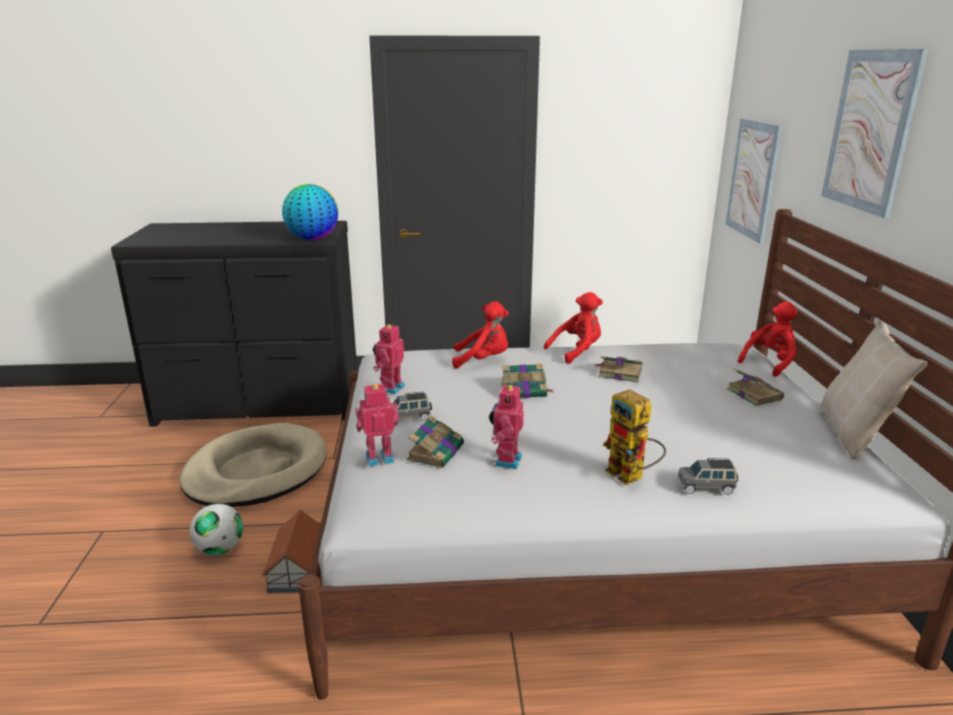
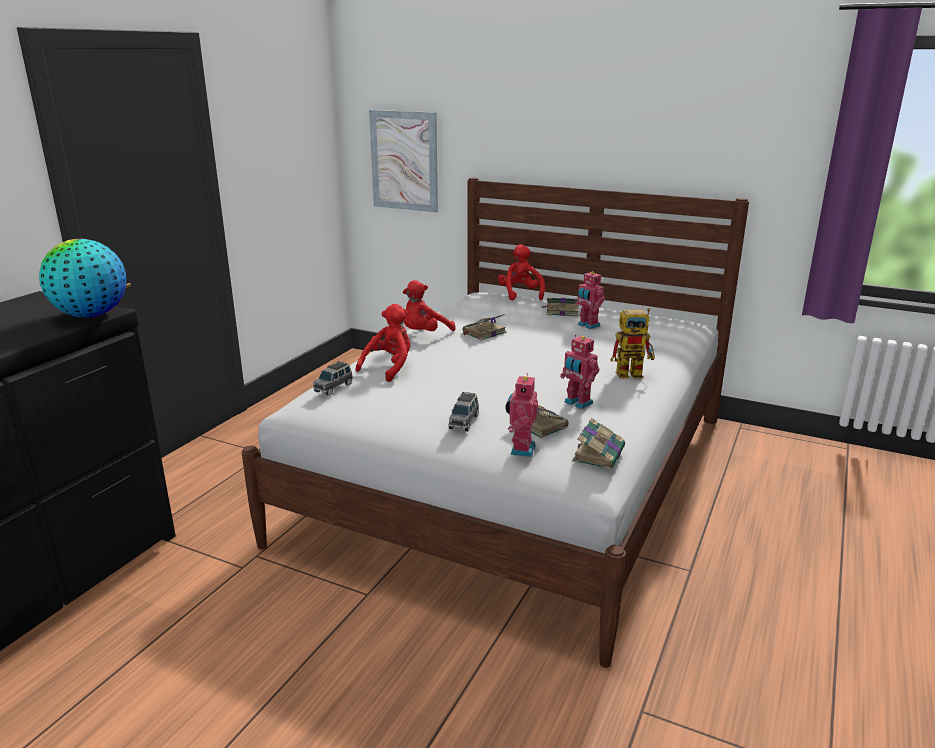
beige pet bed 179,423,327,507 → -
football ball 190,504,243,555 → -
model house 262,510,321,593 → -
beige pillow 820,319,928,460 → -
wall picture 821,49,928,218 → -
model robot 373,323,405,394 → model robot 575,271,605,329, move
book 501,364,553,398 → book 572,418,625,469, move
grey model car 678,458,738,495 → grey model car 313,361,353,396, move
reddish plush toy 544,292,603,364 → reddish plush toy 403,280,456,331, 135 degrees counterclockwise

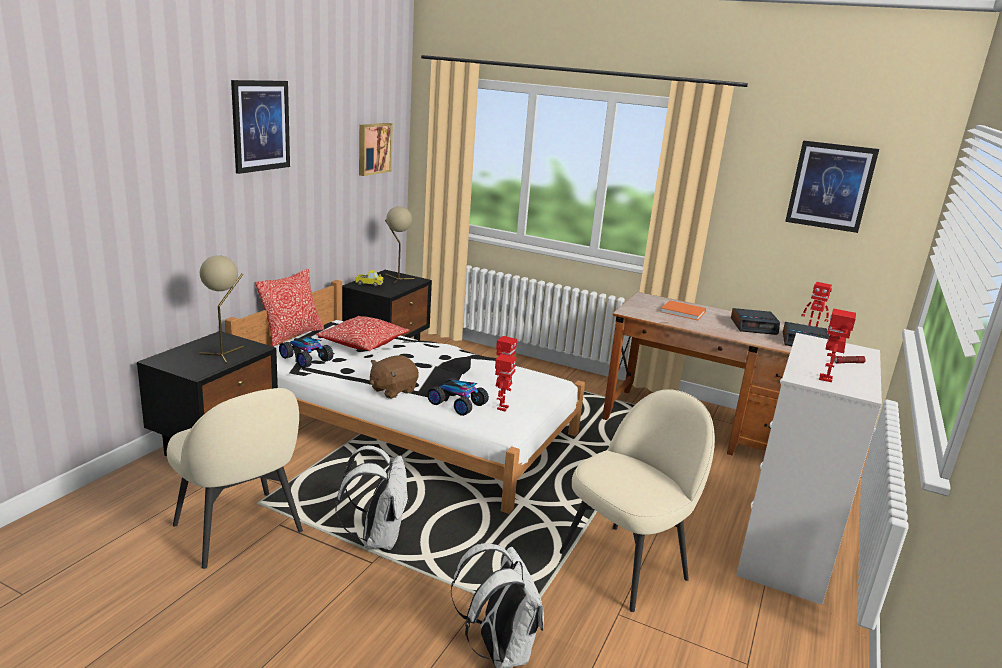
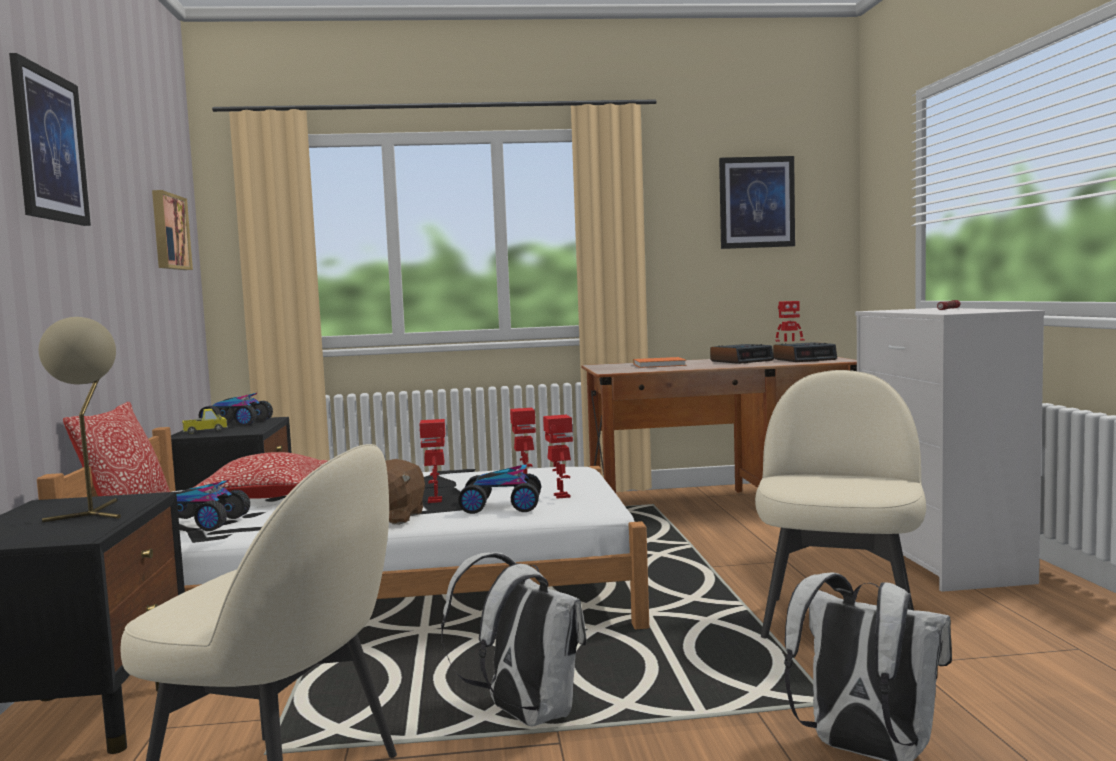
model robot 819,308,856,382 → model robot 419,419,445,503, move
beige table lamp 385,206,414,284 → model car 199,393,273,426

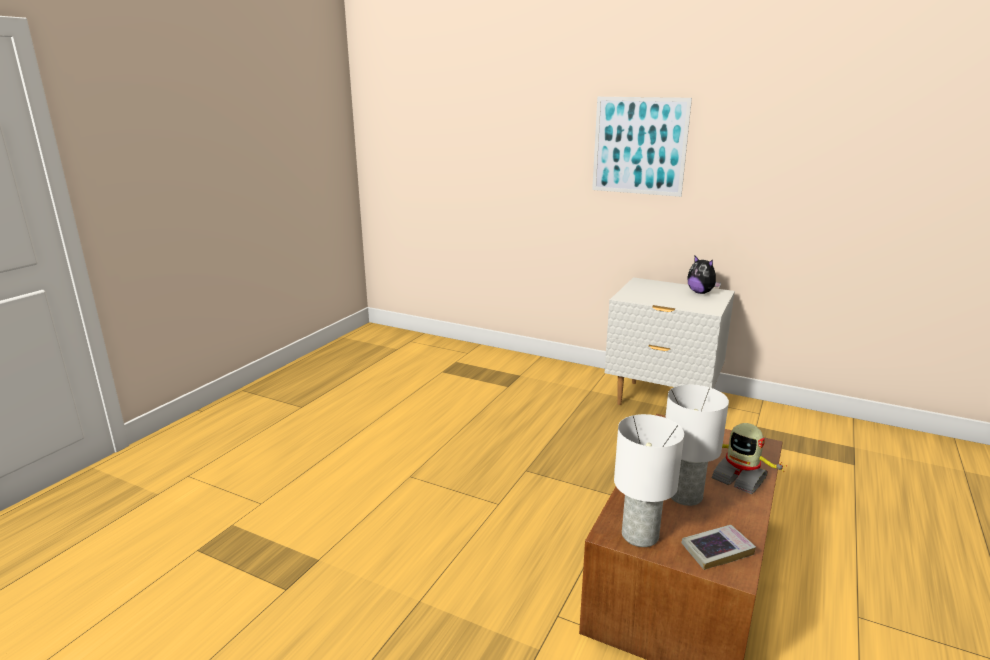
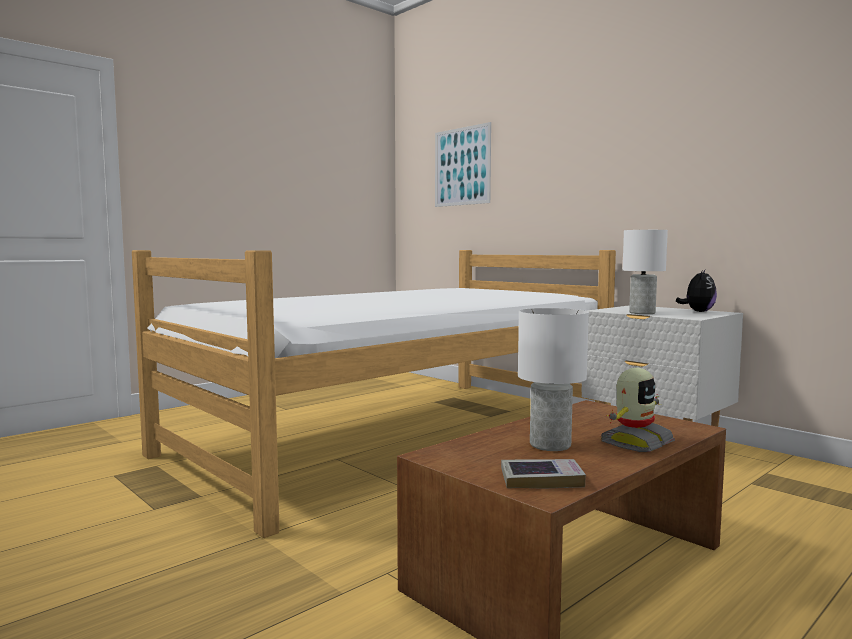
- → sleeping bed 132,250,616,538
wall picture 592,97,692,197 → wall picture 435,122,491,207, move
whitish table lamp 614,414,684,547 → whitish table lamp 623,230,668,314, move
plush toy 687,256,721,294 → plush toy 676,270,717,312, 135 degrees counterclockwise
model robot 712,423,787,494 → model robot 600,368,675,452, 105 degrees counterclockwise

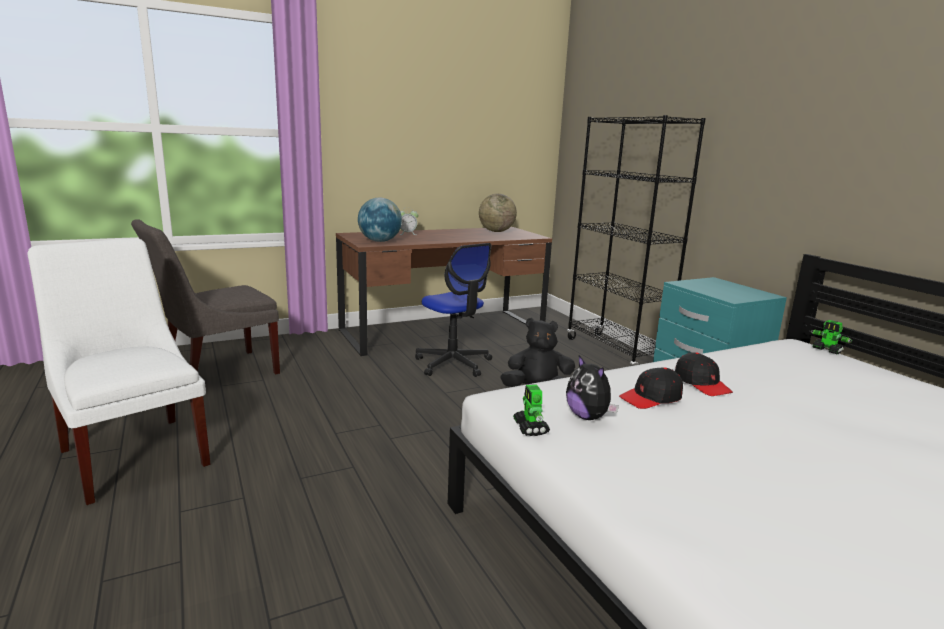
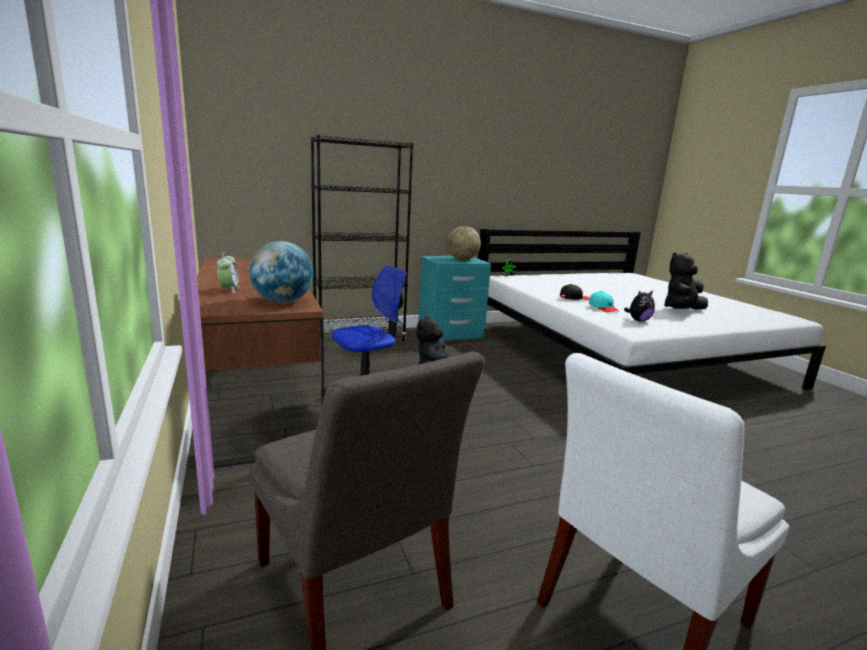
model robot 513,384,550,436 → -
- → black plush toy 664,252,708,310
desk globe 479,194,517,232 → desk globe 447,226,481,260, move
black baseball cap 619,367,683,409 → turquoise-coloured baseball cap 589,291,620,312

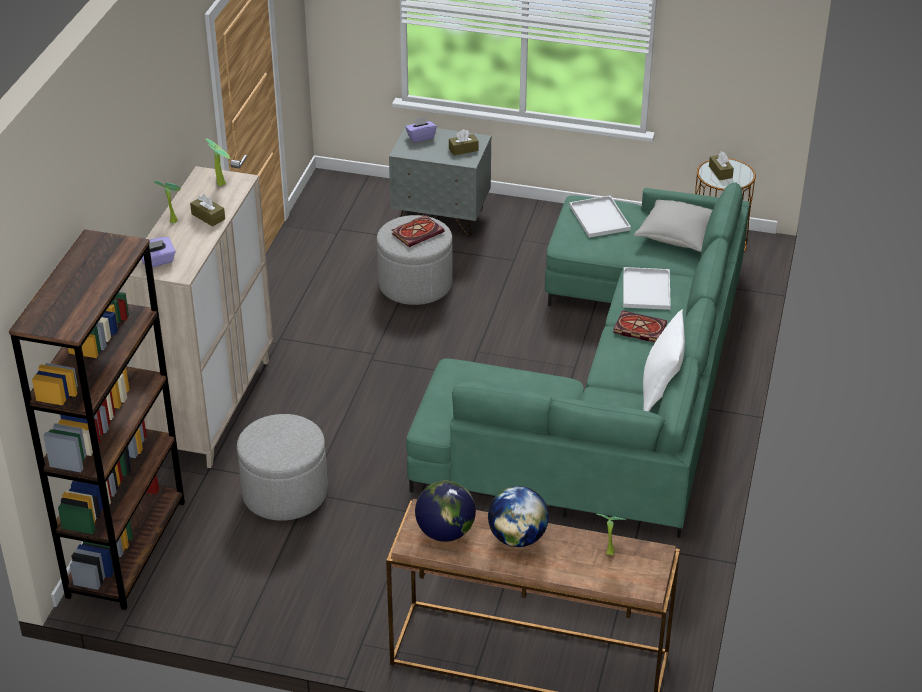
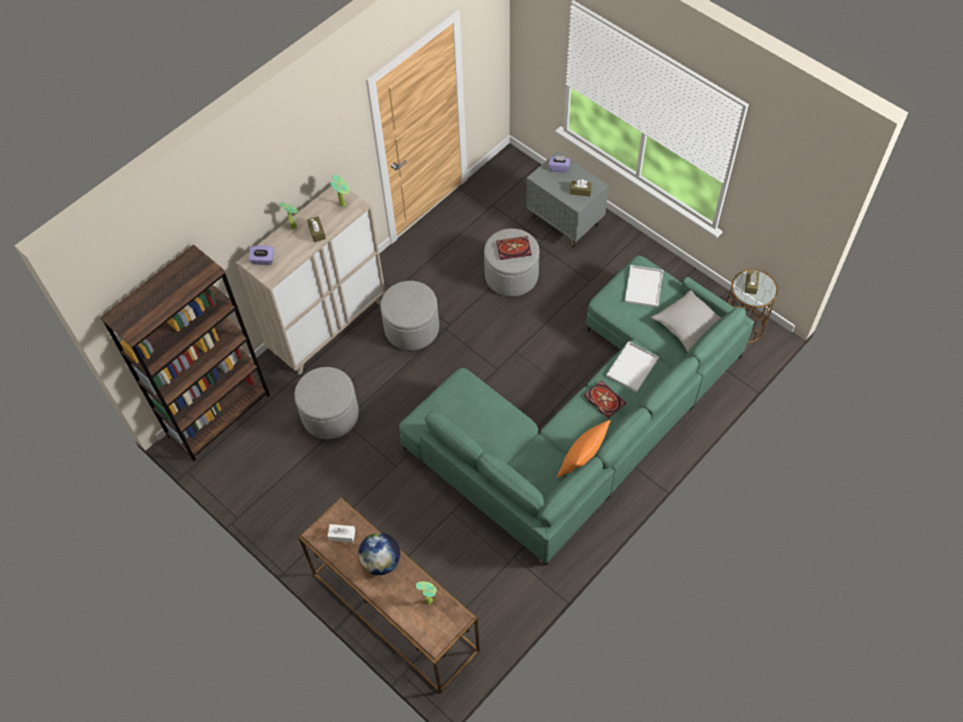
- → grey pouffe 380,281,439,350
desk globe 415,481,476,542 → whitish tissue holder 328,524,355,543
whitish pillow 643,309,685,412 → orangey pillow 557,420,611,478

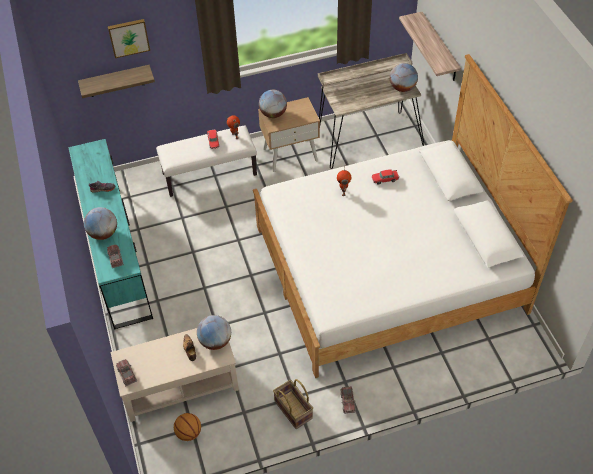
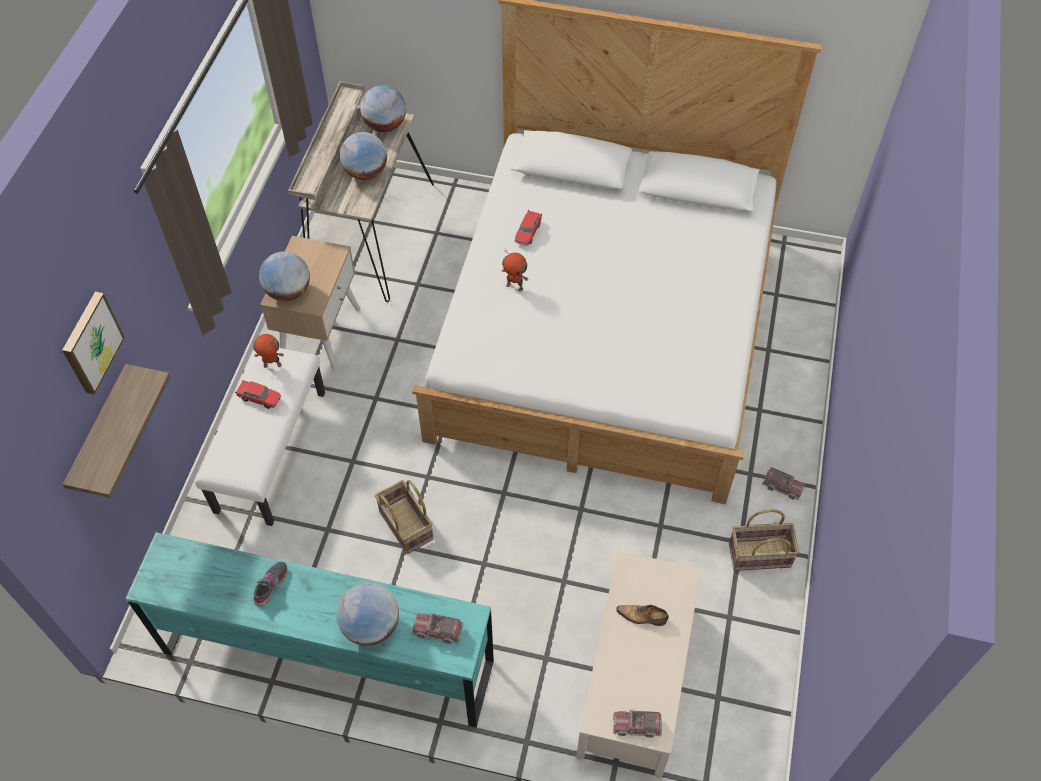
basketball 174,413,201,441 → -
shelf 399,12,461,81 → -
- → basket 375,480,434,554
desk globe 197,315,231,350 → desk globe 340,132,387,180, move

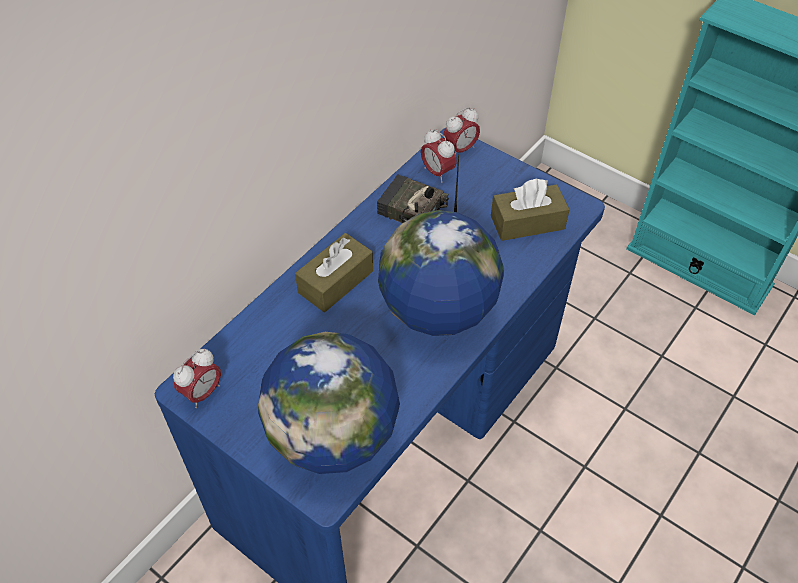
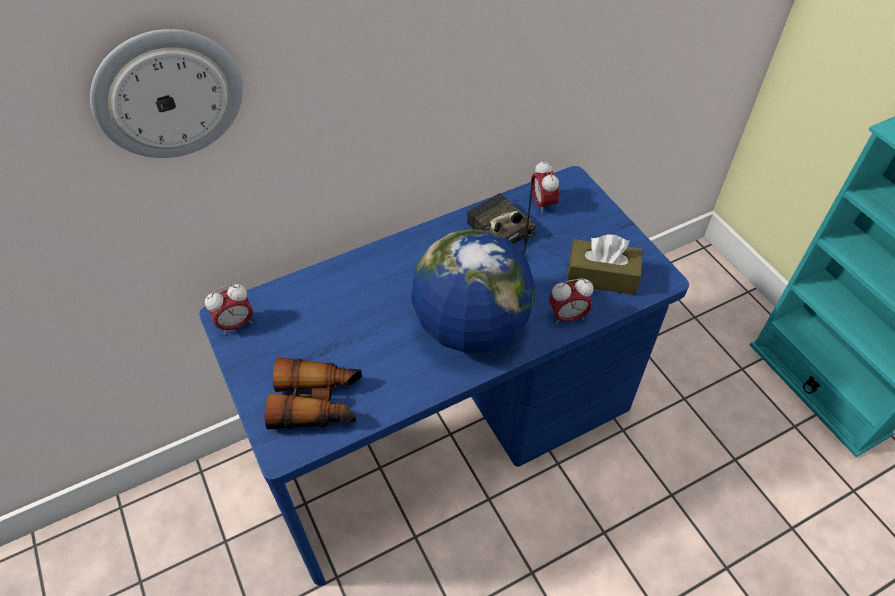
brownish tissue holder 295,233,373,312 → -
- → hanging clock 90,29,243,158
table clock 443,107,480,155 → table clock 549,278,593,325, move
desk globe 258,332,400,474 → pair of binoculars 265,357,362,429

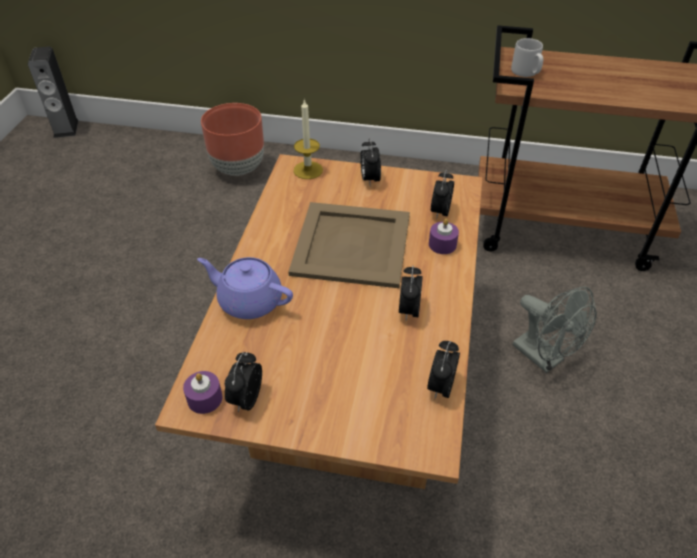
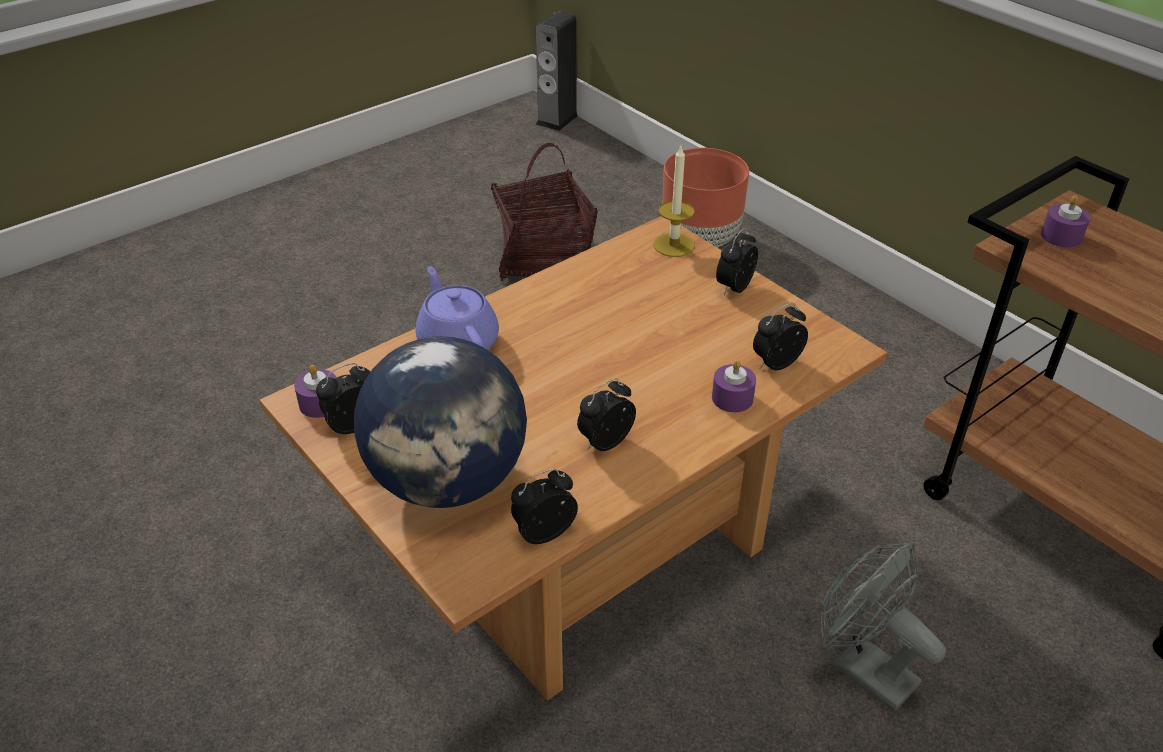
beige carrying tray 288,202,410,288 → -
- → desk globe 354,336,527,508
- → basket 491,143,598,282
grey mug 511,38,543,77 → purple-coloured wax light 1041,195,1090,248
grey cooling fan 513,287,597,373 → grey cooling fan 820,543,946,711, 135 degrees clockwise

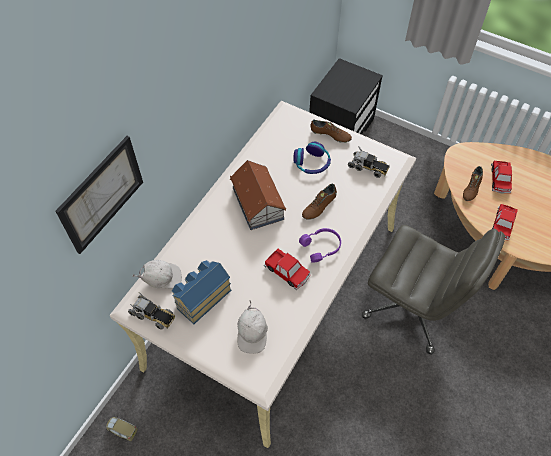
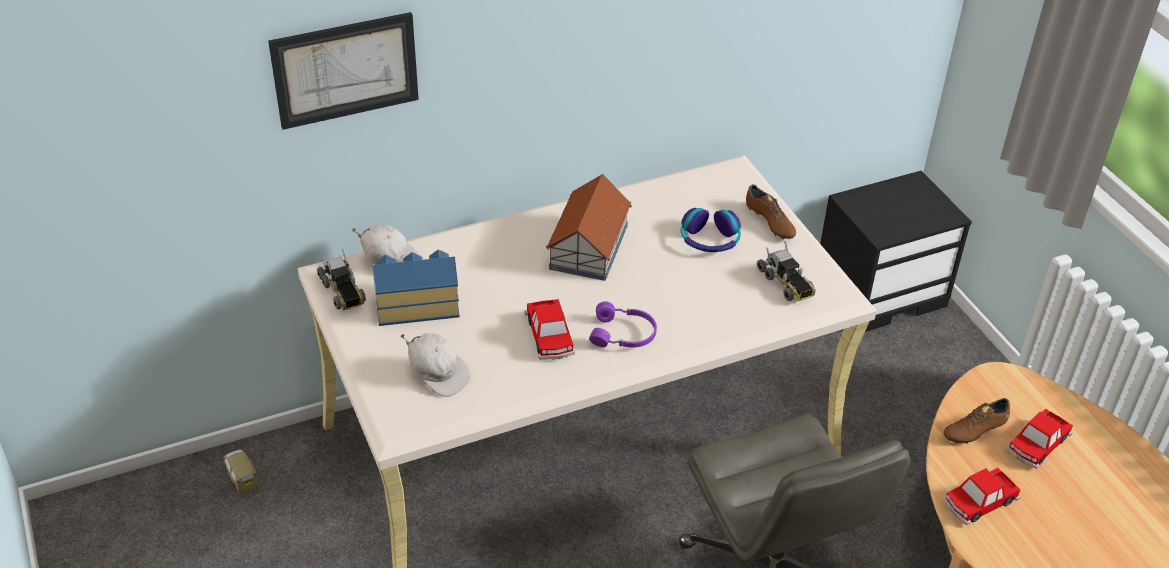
brownish low shoe 302,184,337,220 → -
whitish baseball cap 237,301,268,354 → whitish baseball cap 400,333,471,397, 90 degrees counterclockwise

